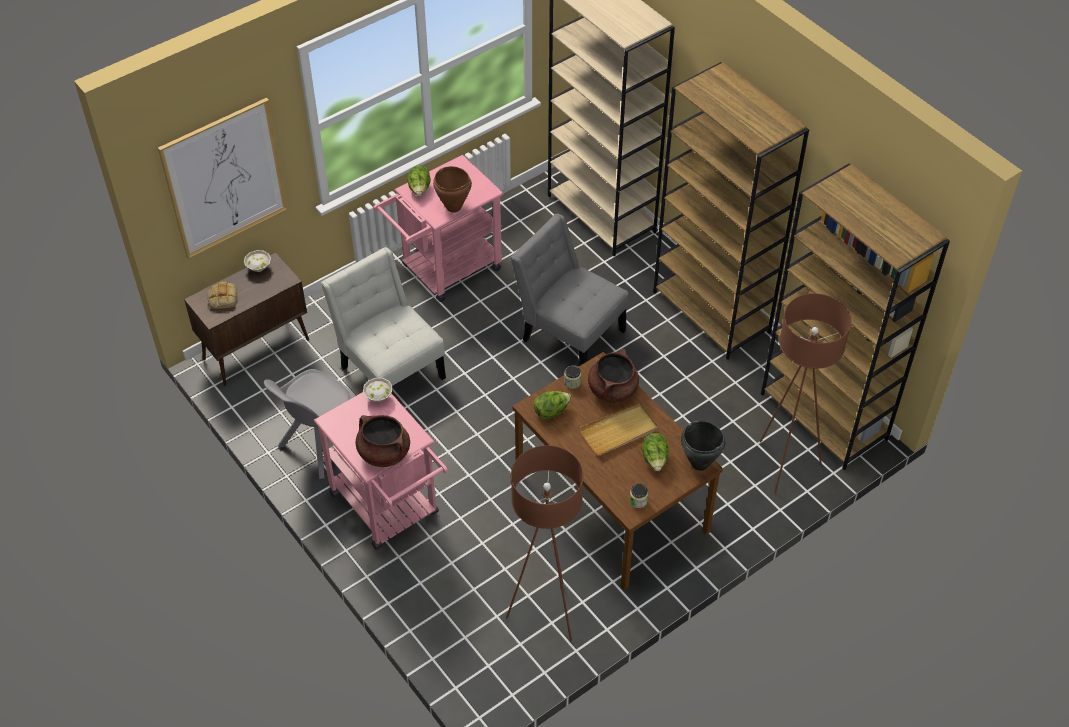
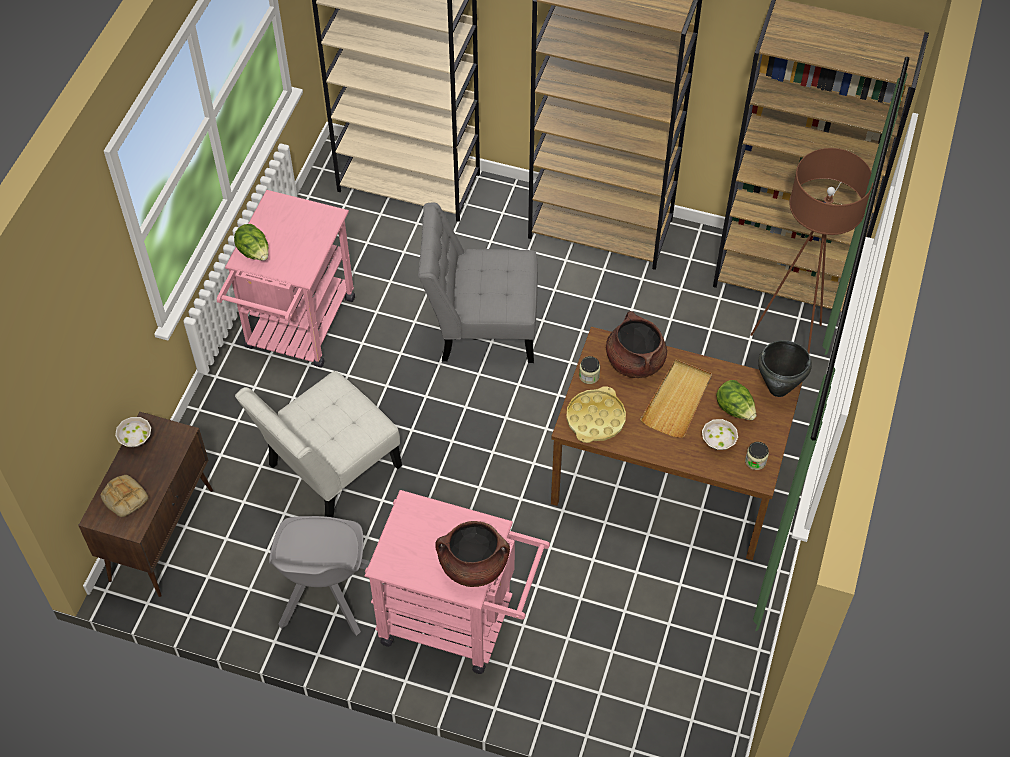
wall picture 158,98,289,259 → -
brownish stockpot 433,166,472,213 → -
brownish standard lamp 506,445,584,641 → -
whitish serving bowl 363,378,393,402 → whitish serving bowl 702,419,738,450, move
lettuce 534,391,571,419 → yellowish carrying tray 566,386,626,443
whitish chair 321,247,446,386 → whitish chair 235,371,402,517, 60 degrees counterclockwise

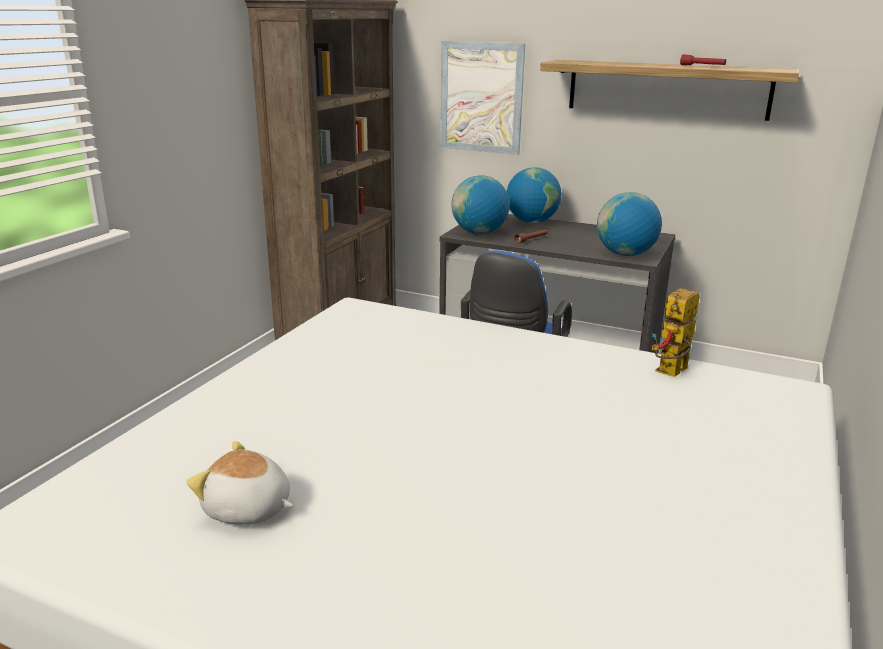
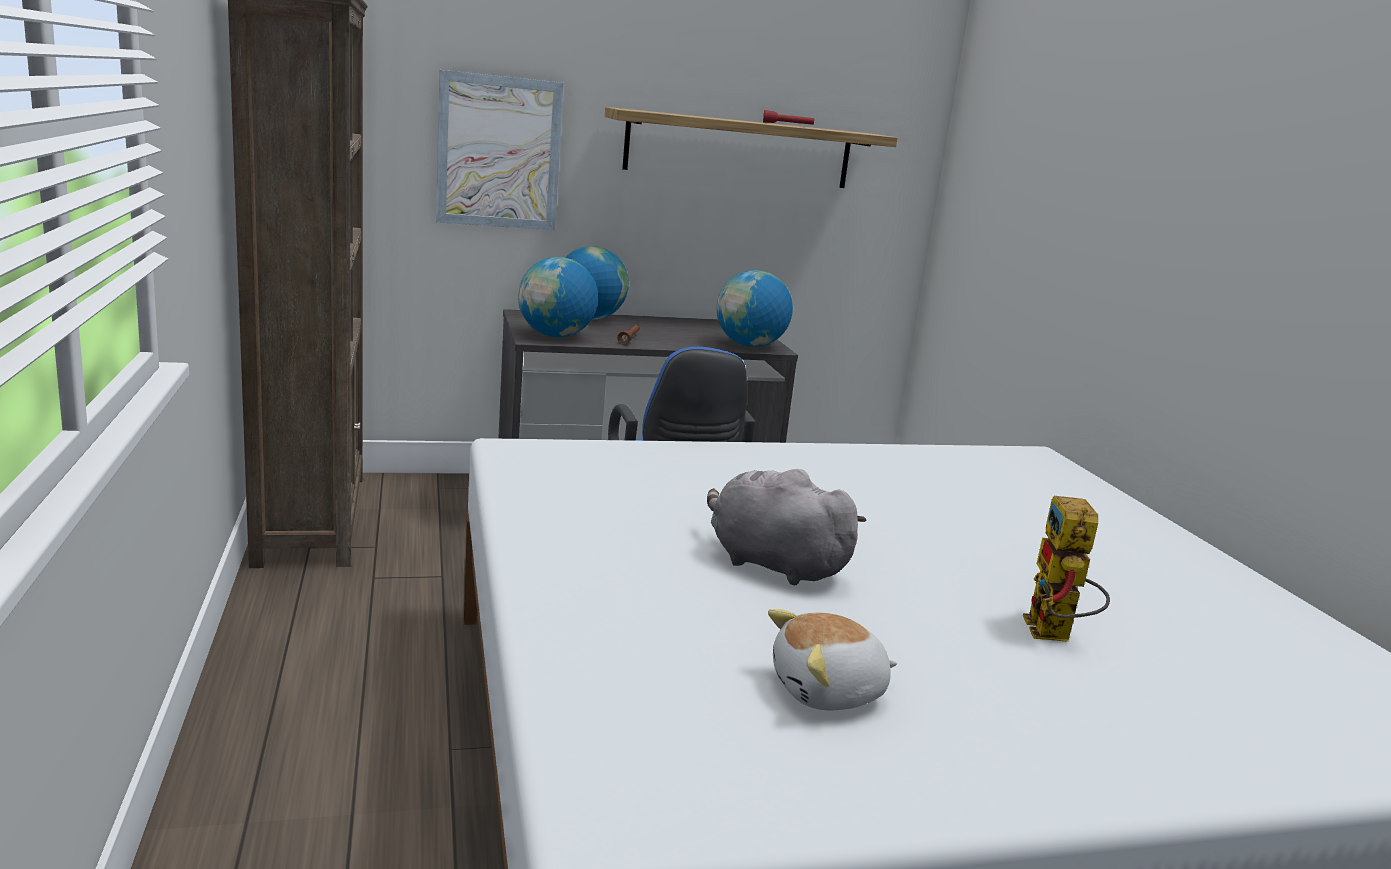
- → grey plush toy 707,469,867,585
model robot 651,288,700,377 → model robot 1023,496,1110,642, move

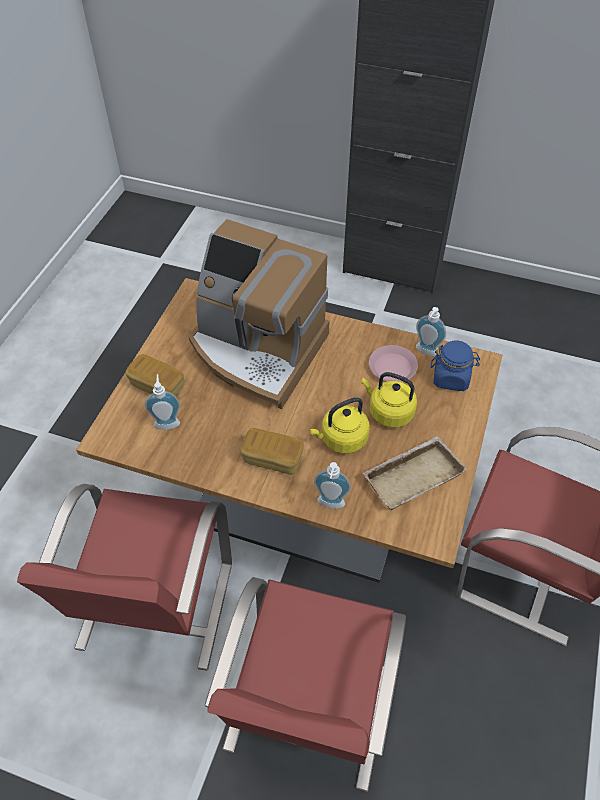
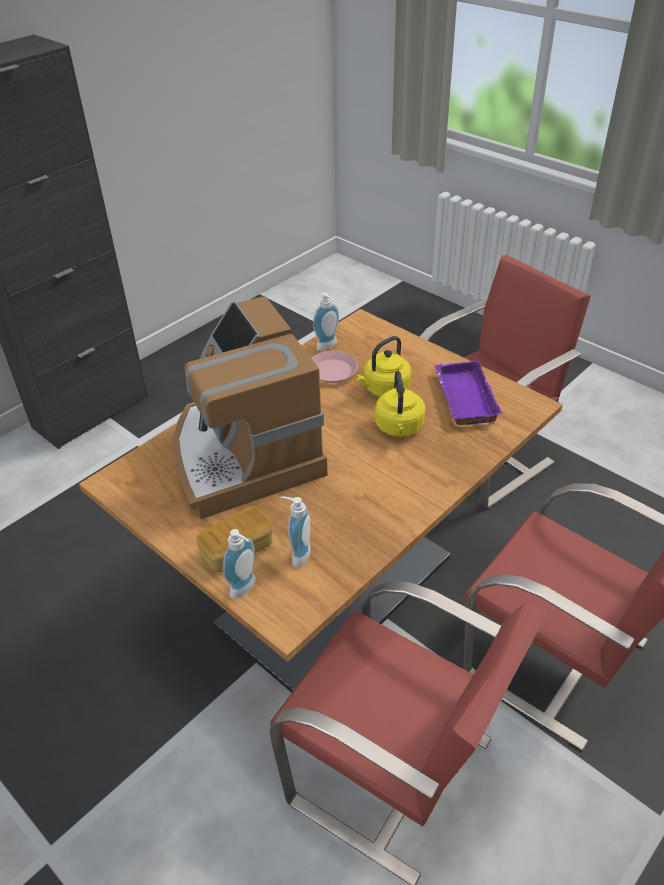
bakery bread 240,428,304,475 → -
blue-coloured storage jar 431,341,480,391 → -
liquid soap bottle 314,462,351,509 → liquid soap bottle 223,529,256,599, move
beige carrying tray 363,436,467,510 → purple-coloured carrying tray 434,360,503,425
coffee maker 189,219,330,409 → coffee maker 173,296,328,519, 105 degrees clockwise

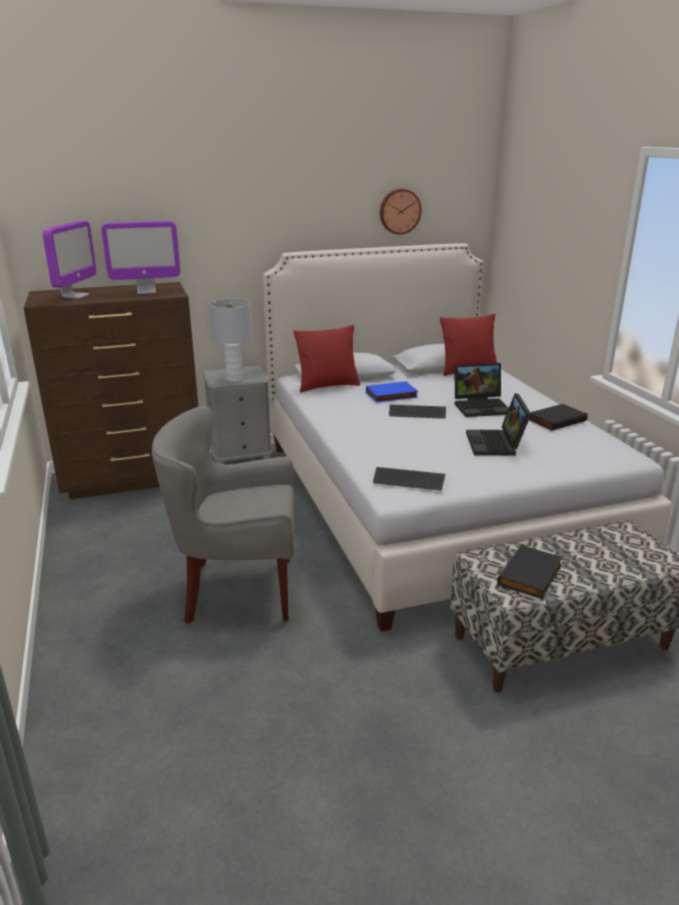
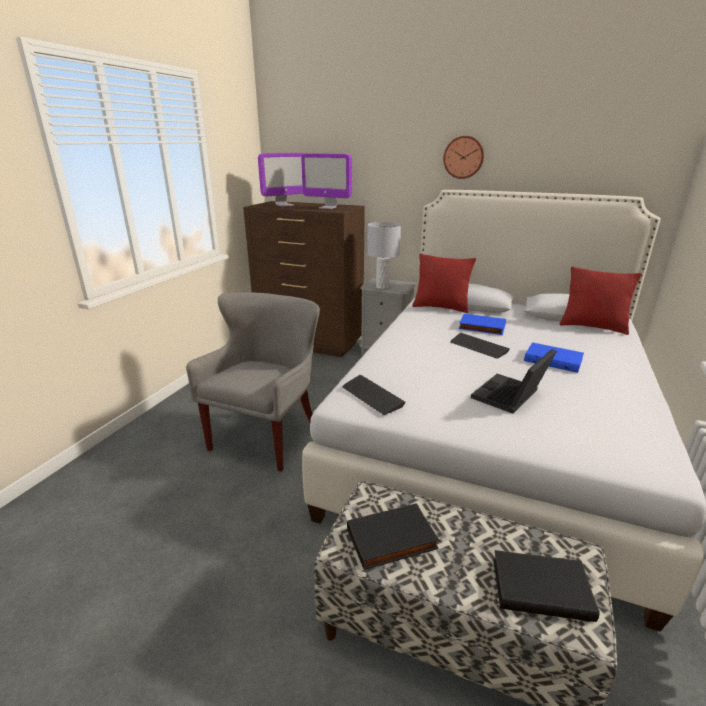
hanging clock 380,189,422,235 → hanging clock 443,136,484,179, move
black book 529,404,588,431 → black book 493,550,600,622, move
portable computer 454,363,509,417 → blue-coloured book 524,342,584,373
grey armchair 152,406,295,624 → grey armchair 186,292,320,472, 75 degrees clockwise

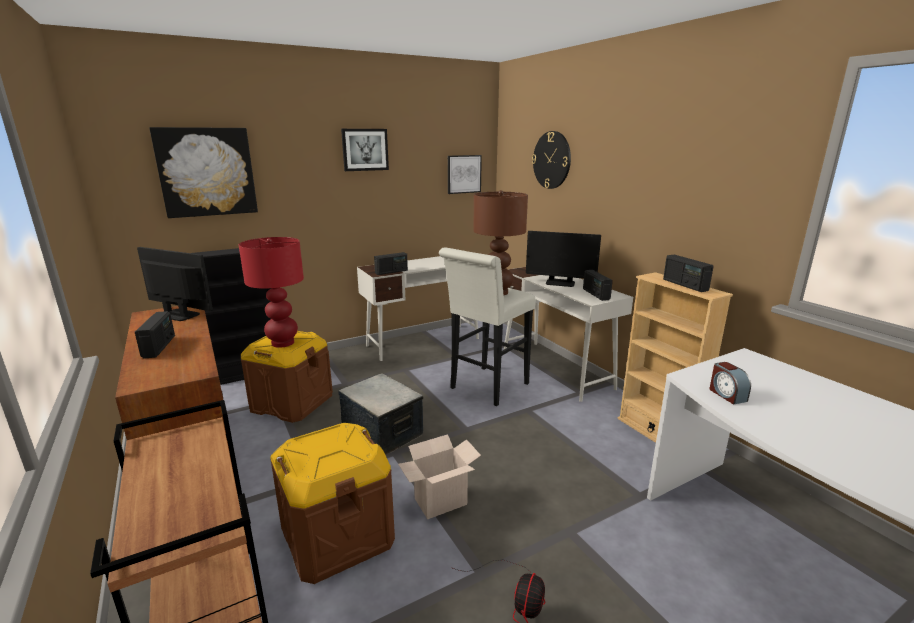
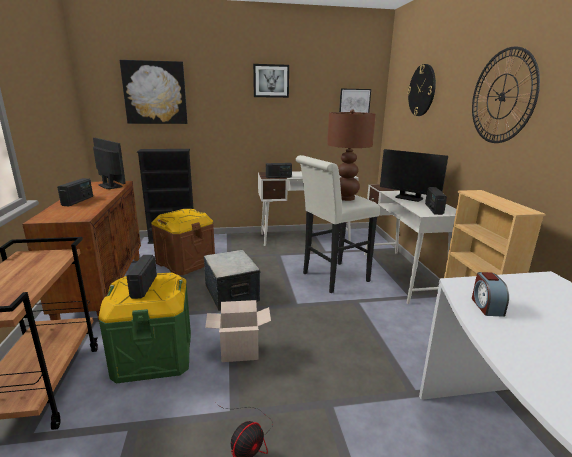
reddish table lamp 239,237,304,348 → -
- → hanging clock 472,46,540,143
radio set 663,255,714,292 → radio set 127,255,157,299, move
brownish storage bin 270,423,395,584 → green storage bin 98,273,191,383

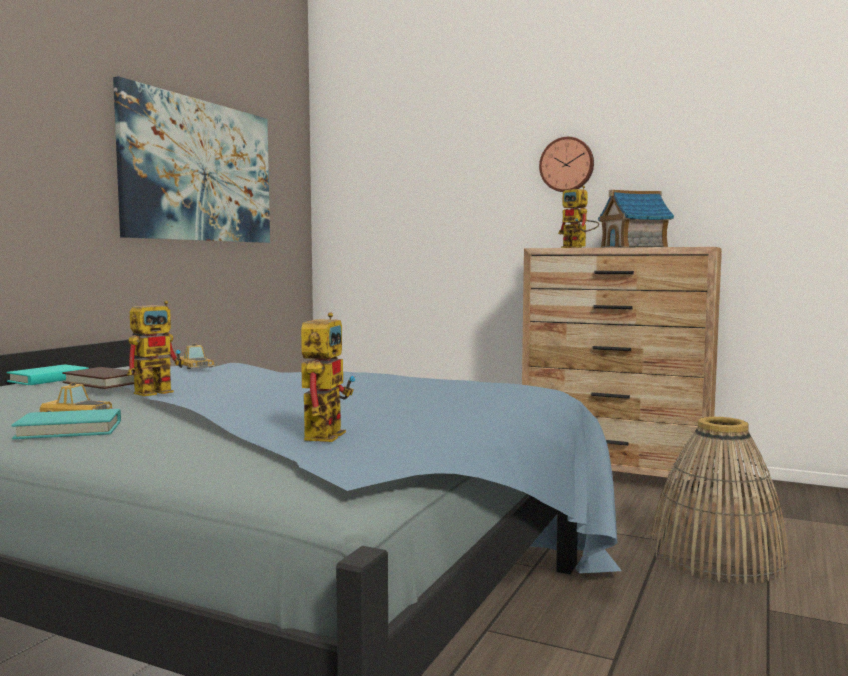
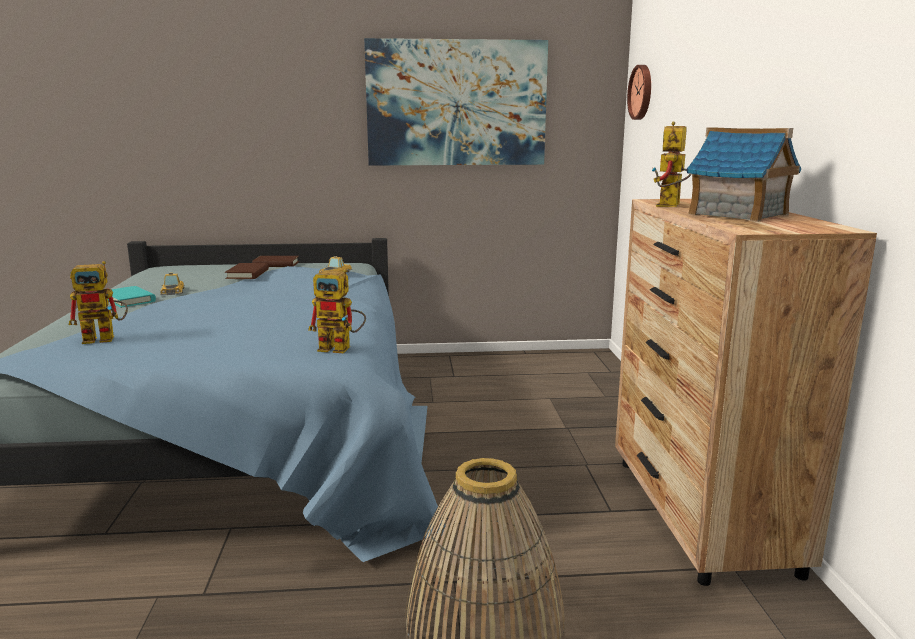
model robot 127,301,184,396 → model robot 308,269,366,353, move
hanging clock 539,137,594,192 → hanging clock 627,65,651,120, move
turquoise-coloured book 6,365,89,385 → brownish book 252,256,299,267

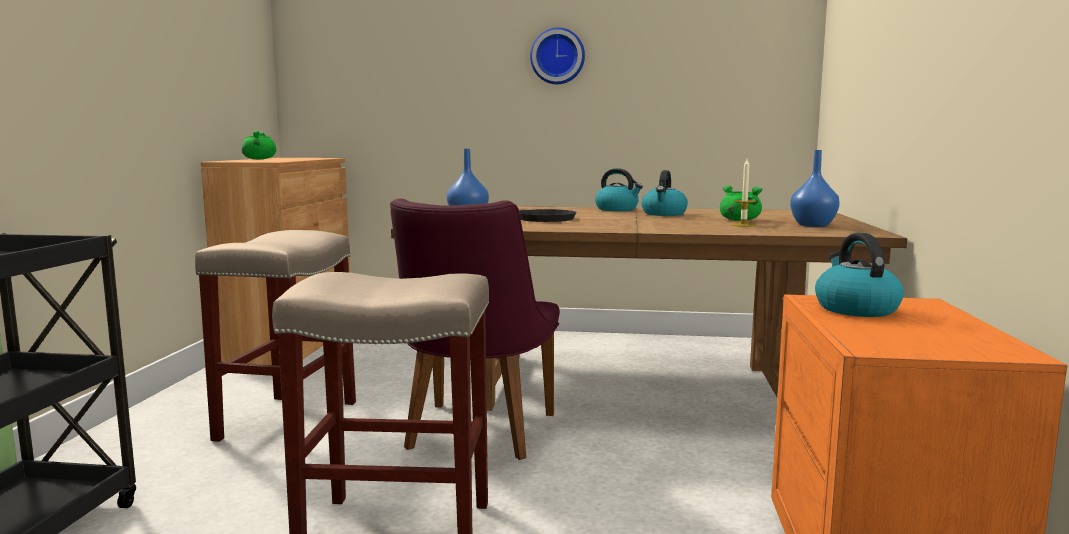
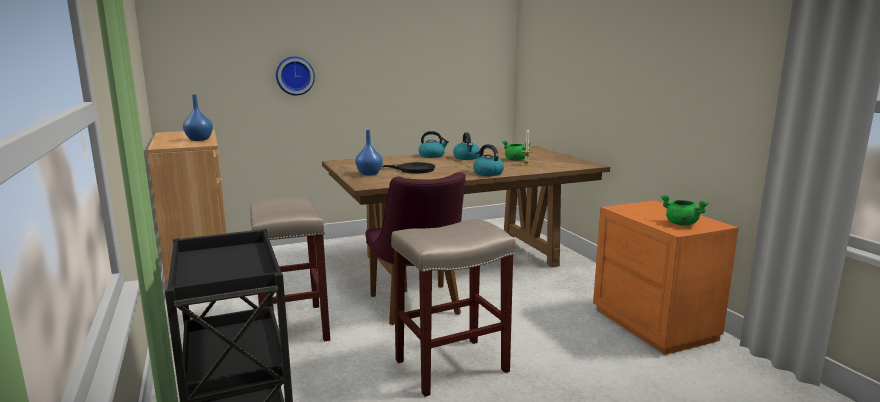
green stockpot 242,130,276,159 → green stockpot 661,195,709,225, move
hanging clock 530,27,585,84 → hanging clock 276,56,315,96, move
blue-coloured flower vase 790,150,840,227 → blue-coloured flower vase 183,94,213,141, move
kettle 815,233,904,317 → kettle 473,144,504,176, move

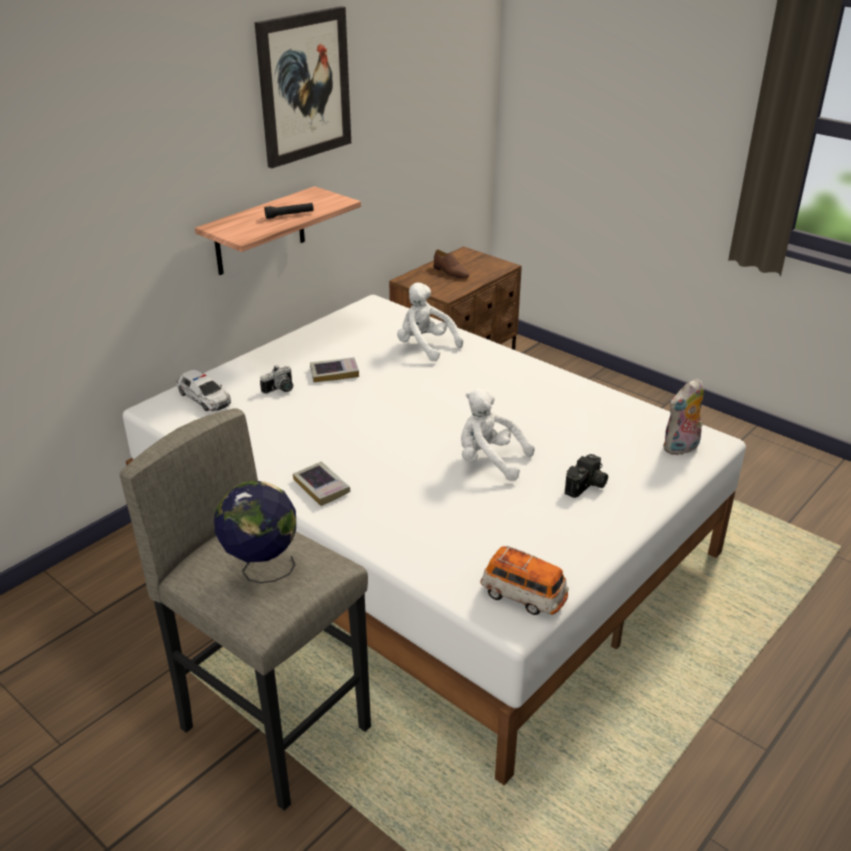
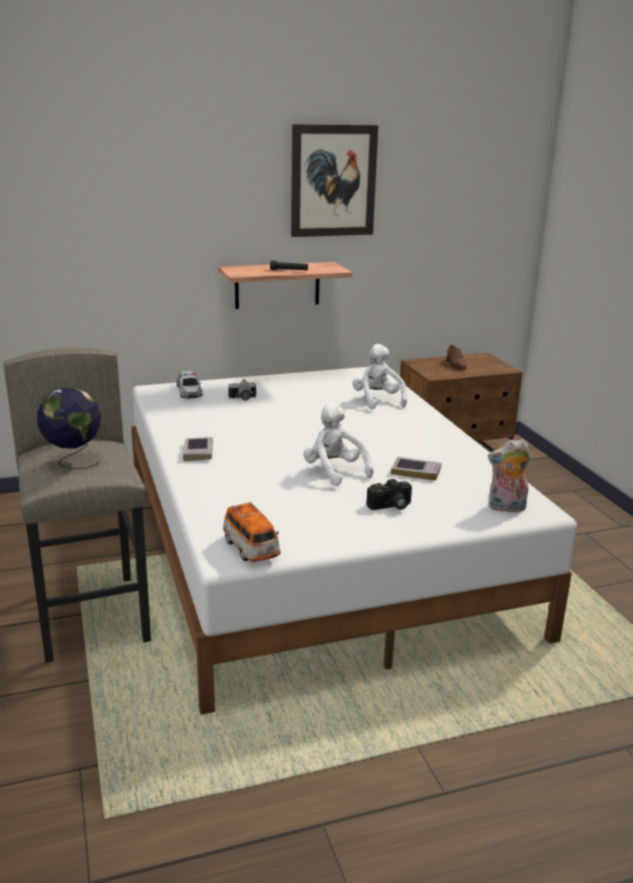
book 310,357,359,383 → book 391,457,441,481, move

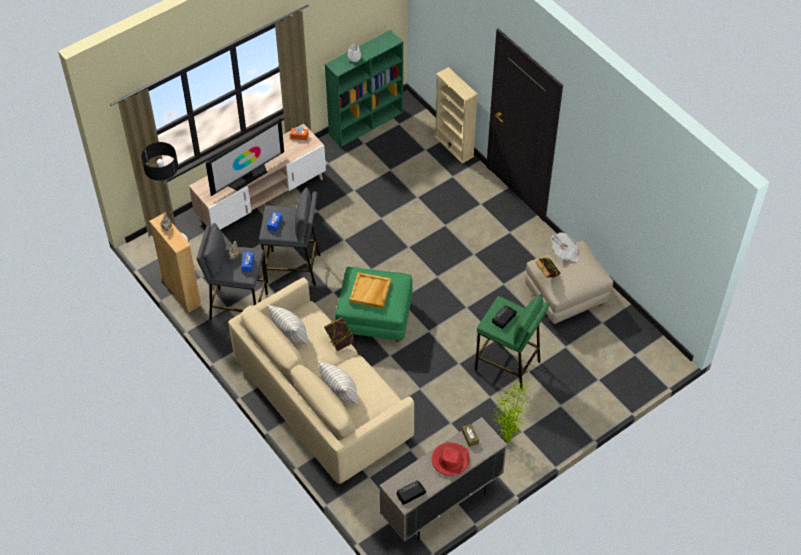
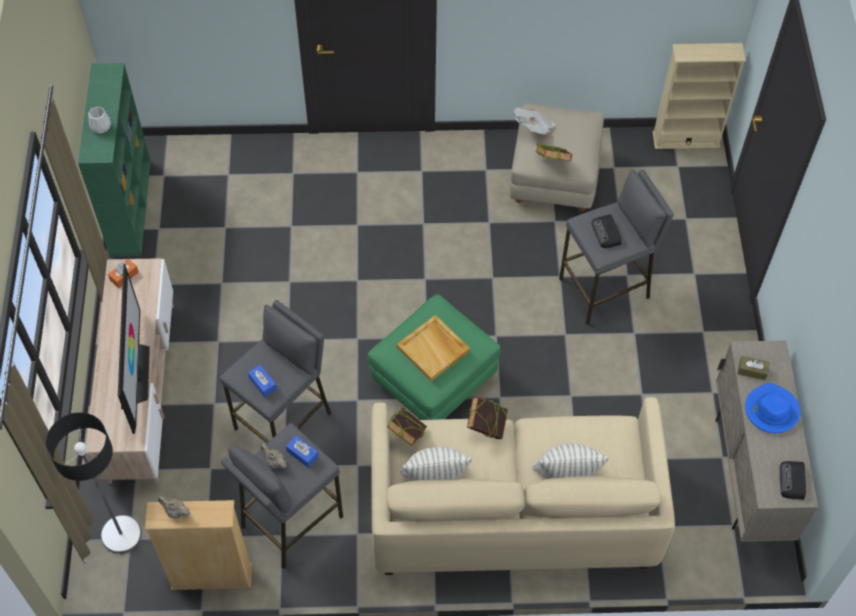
potted plant 494,380,532,443 → -
- → book 387,408,427,446
beige bookshelf 434,67,478,164 → beige bookshelf 653,43,746,149, move
reddish clothing hat 432,442,470,476 → blue-coloured clothing hat 745,383,801,433
green stool seat 475,294,550,389 → grey stool seat 559,169,674,325

